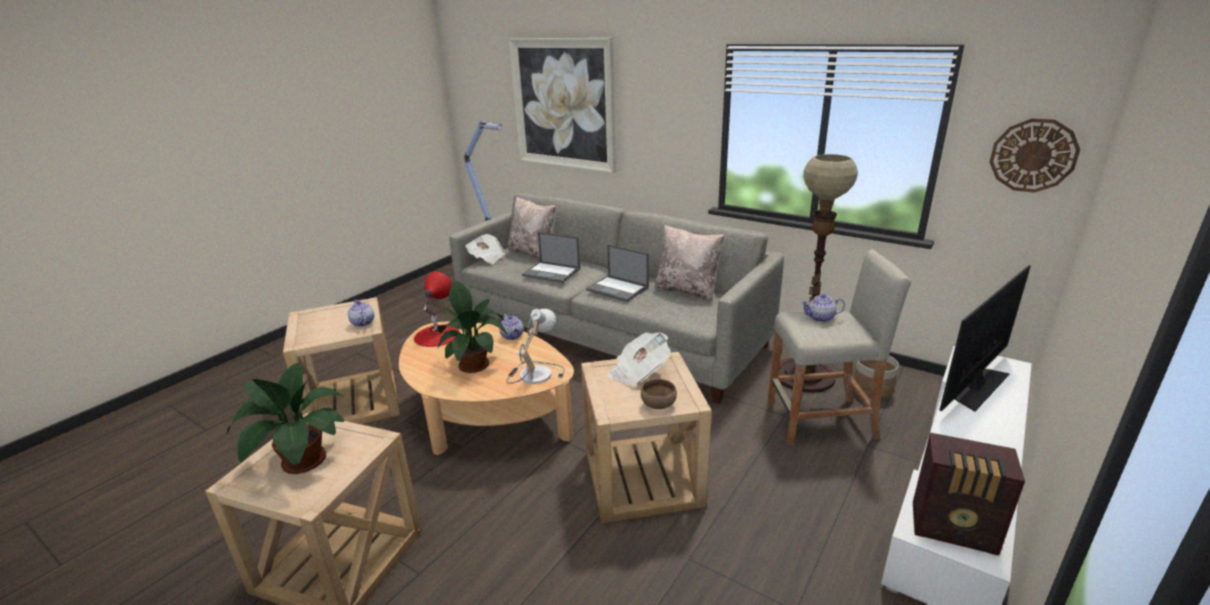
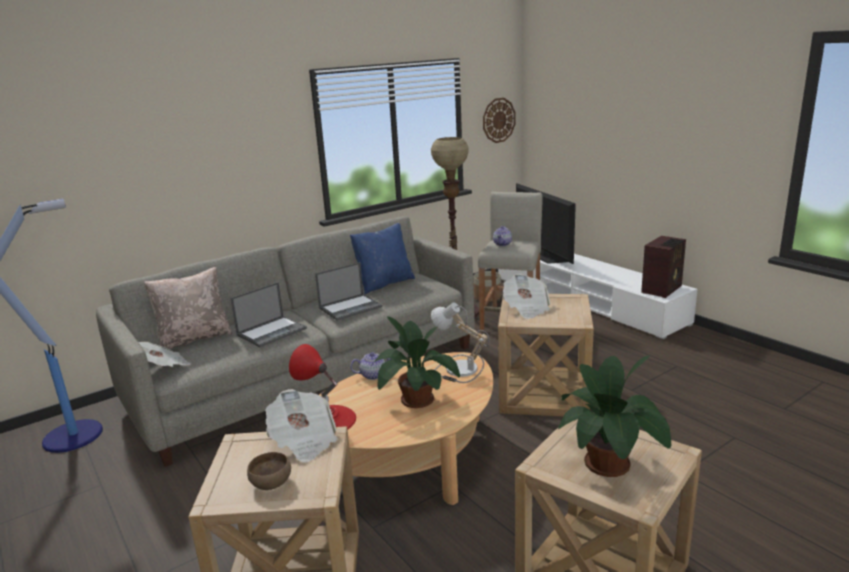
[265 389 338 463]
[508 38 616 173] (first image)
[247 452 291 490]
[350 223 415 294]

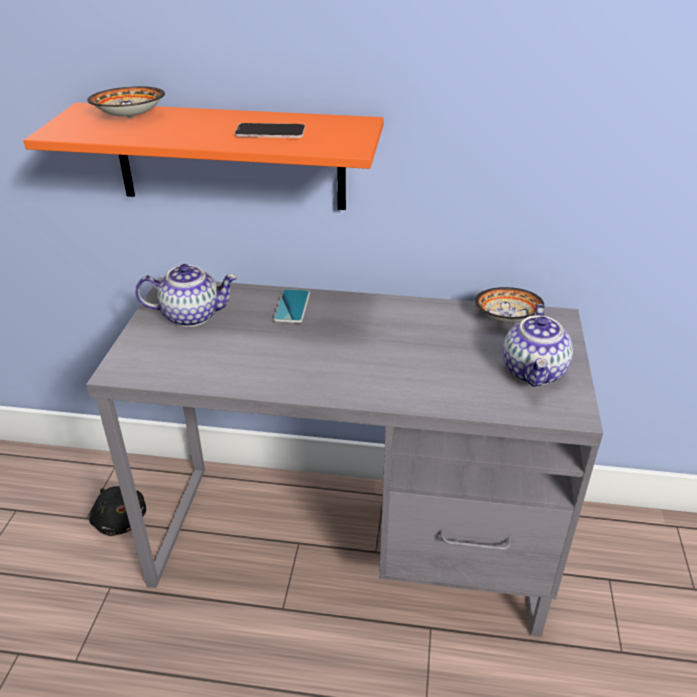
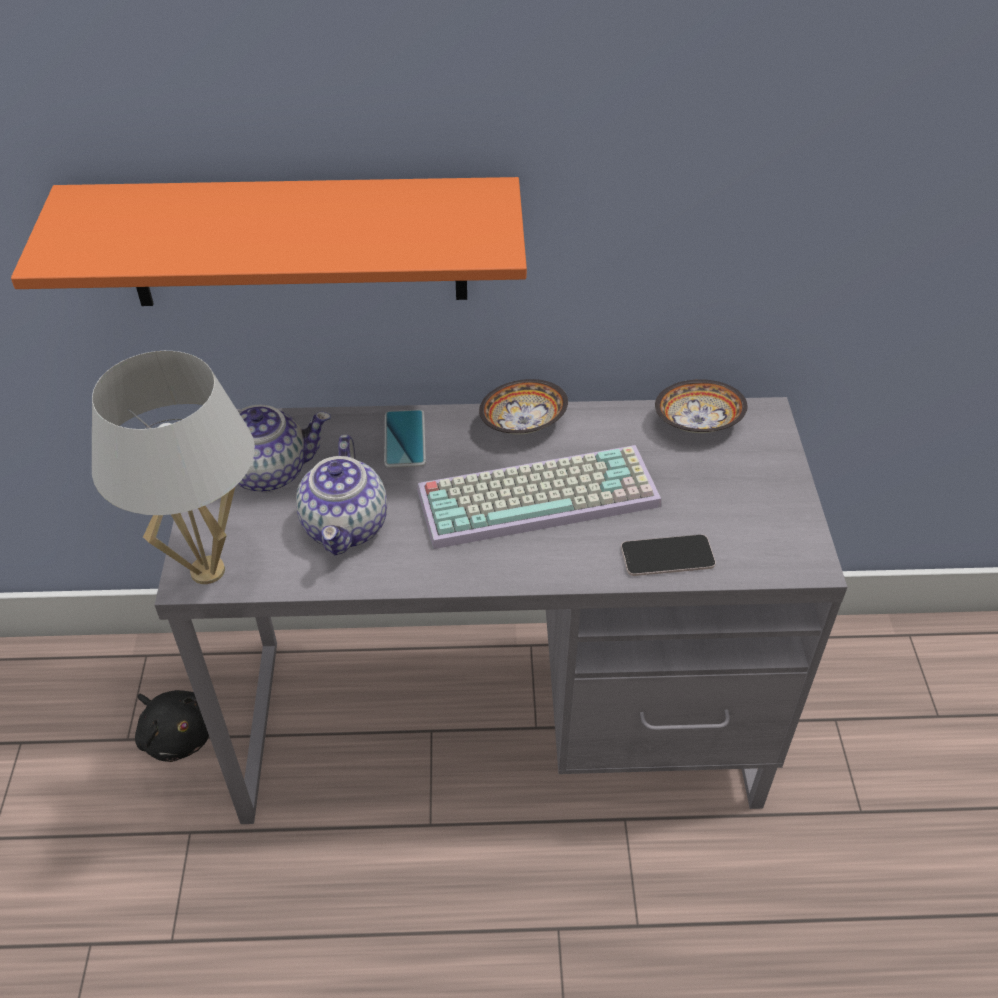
[479 379 568 435]
[621 534 716 576]
[296 435 387 555]
[92 351 255 584]
[417 445 662 549]

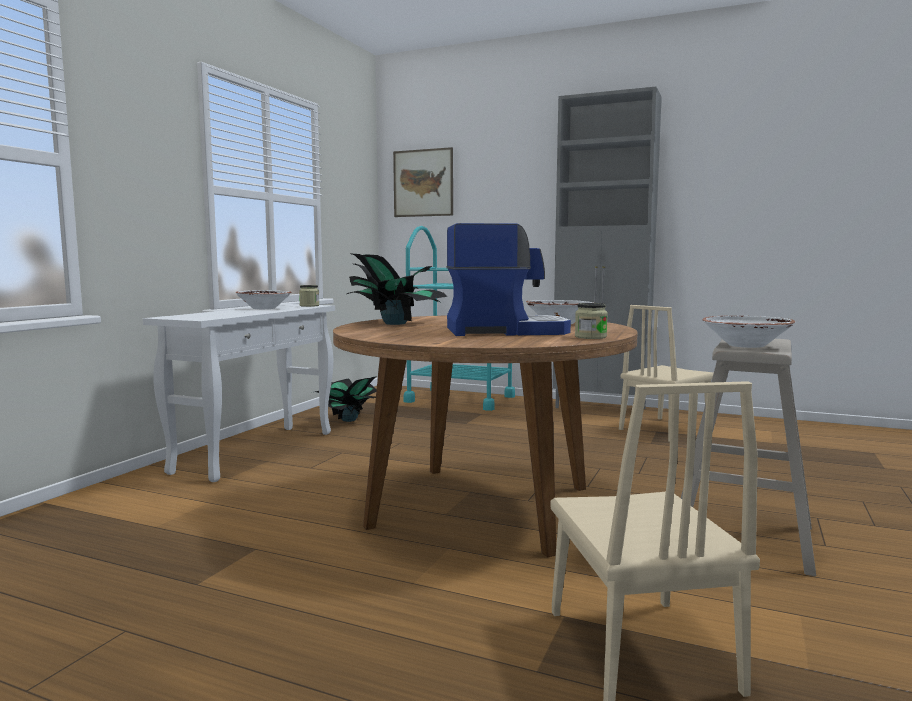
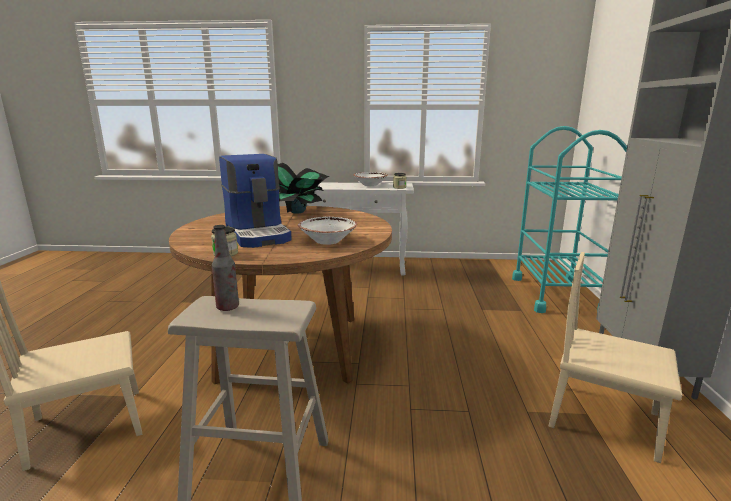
[311 376 377 422] (first image)
[393 147 453 217] (first image)
[212 225 239 311]

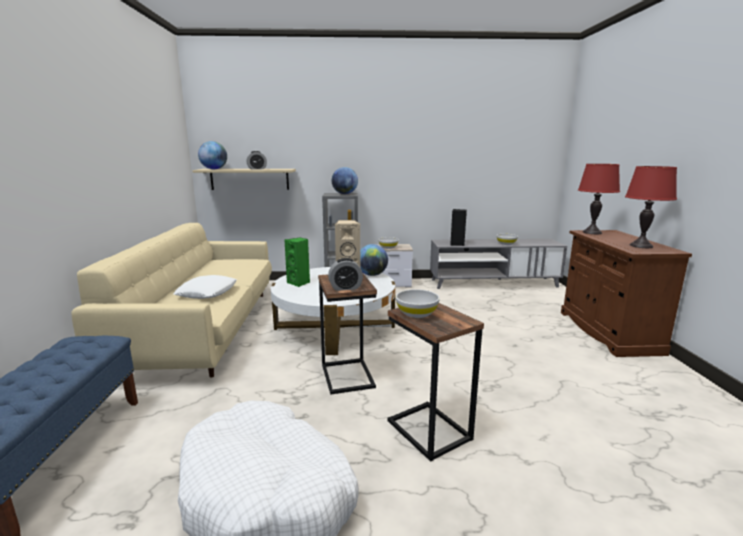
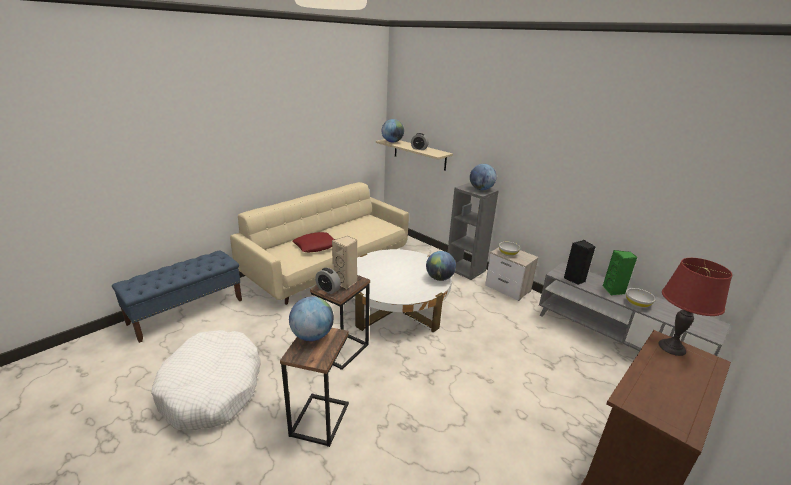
[292 232 335 252]
[603 250 637 295]
[289 296 334 341]
[625 166 677 248] (first image)

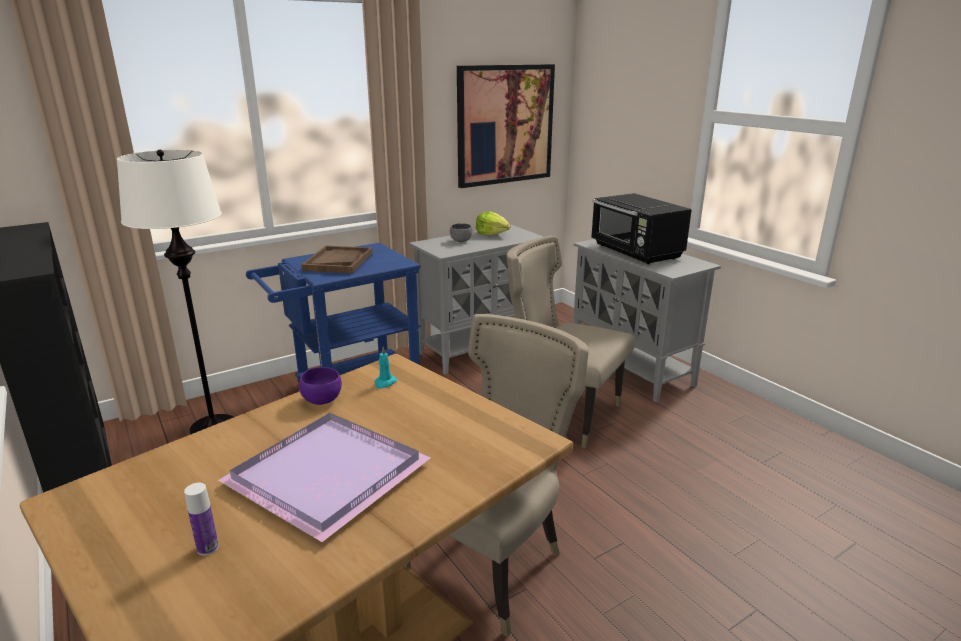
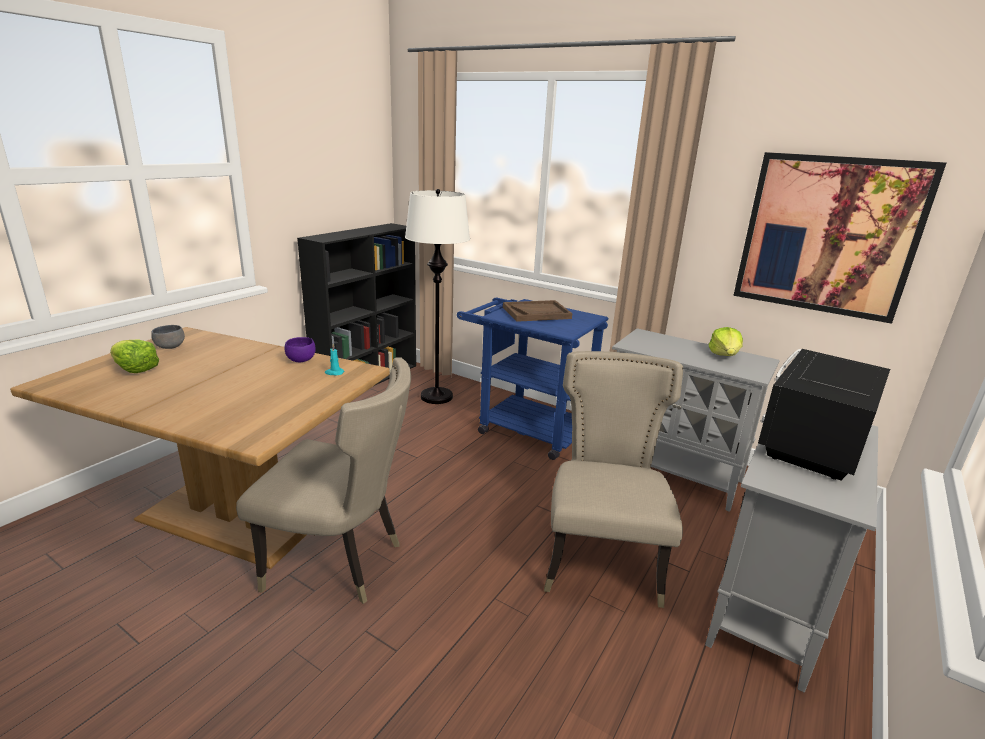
[110 339 159 373]
[218 413 431 542] (first image)
[151 325 185 349]

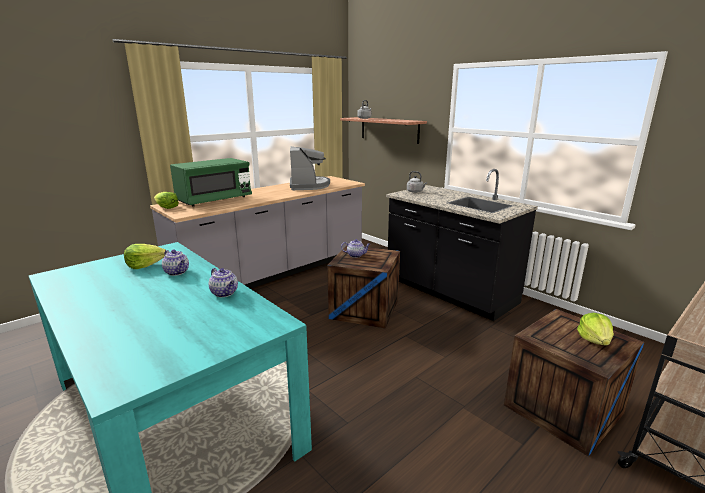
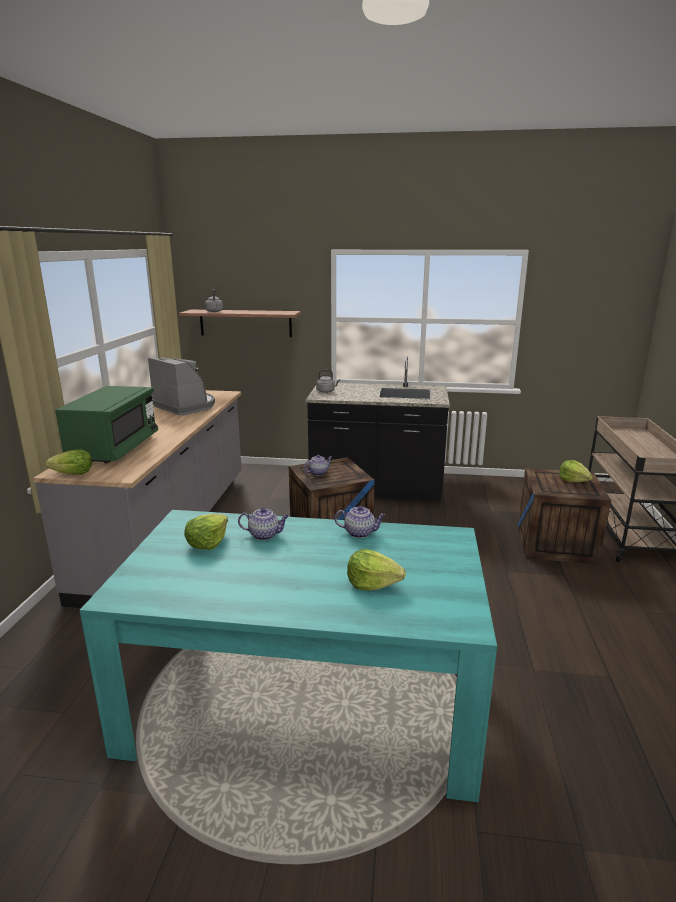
[347 549 406 591]

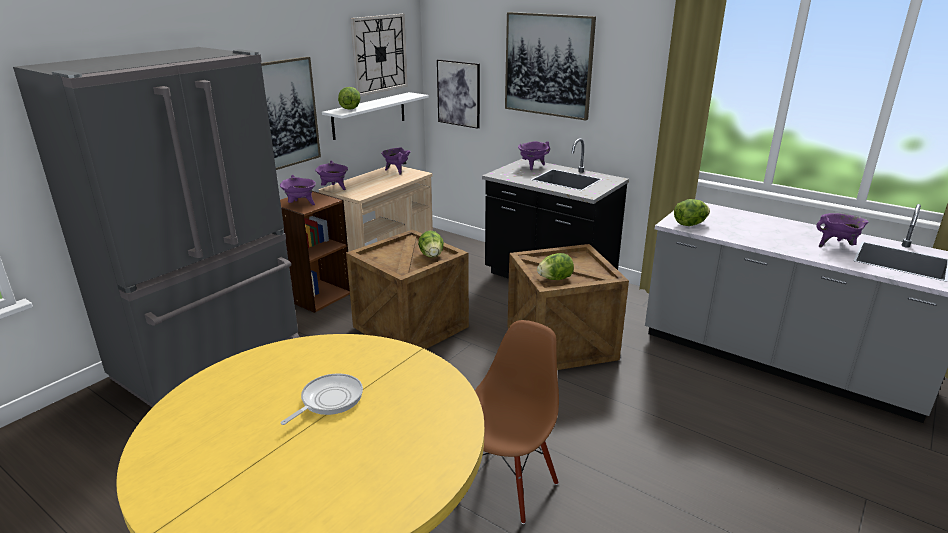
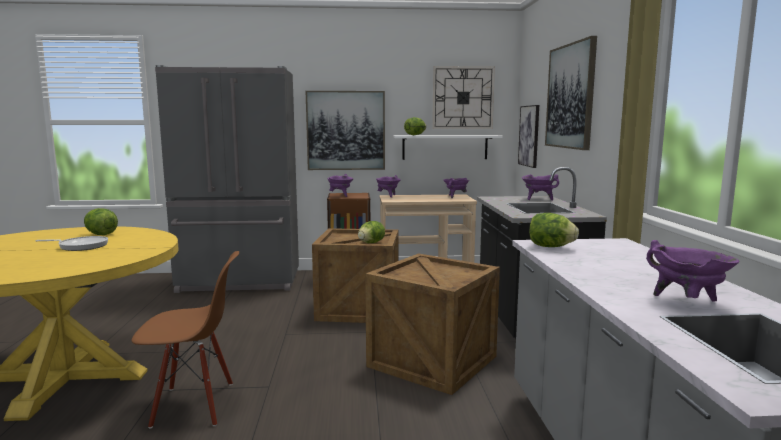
[84 208 118 235]

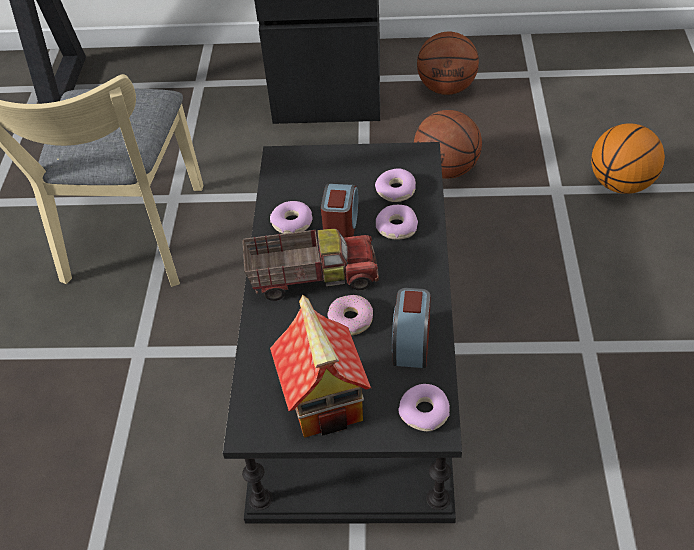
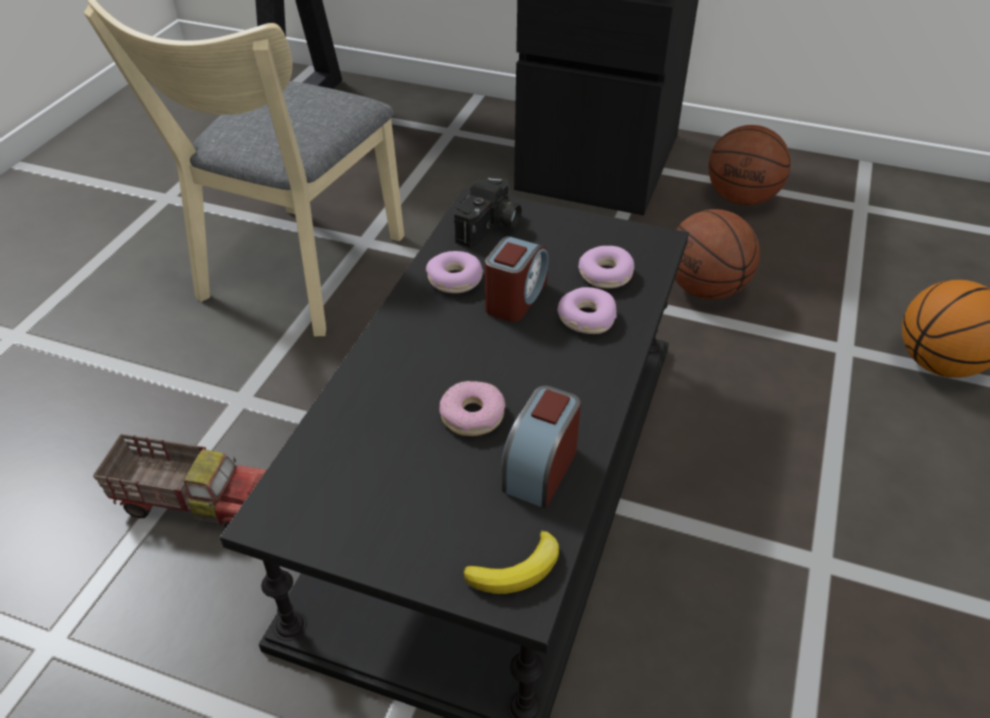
[93 434 266 529]
[270 295 371 438] (first image)
[463 531 559 594]
[454 176 522 248]

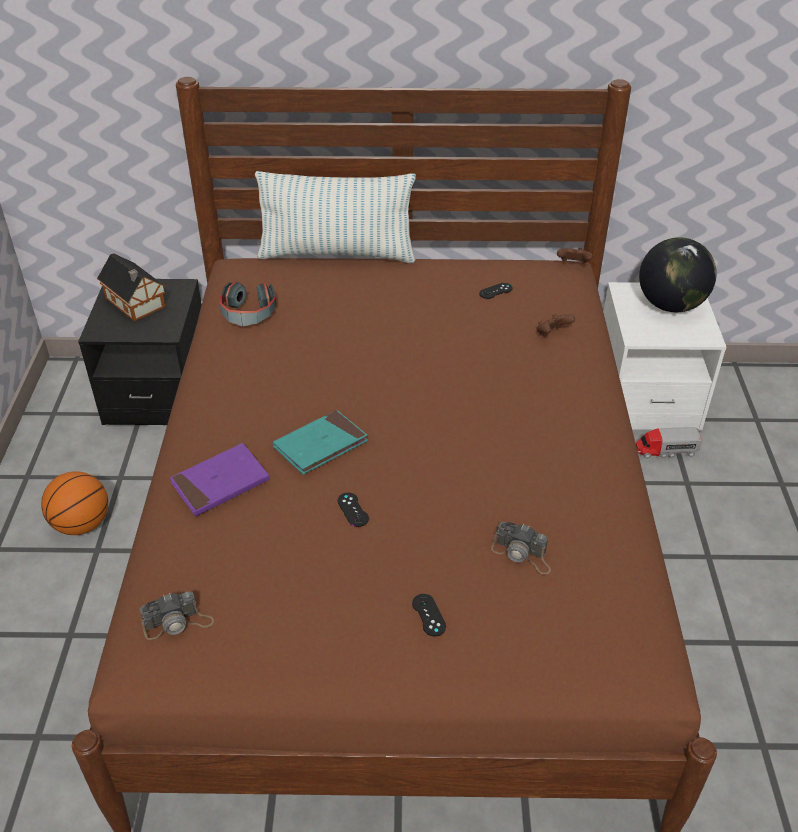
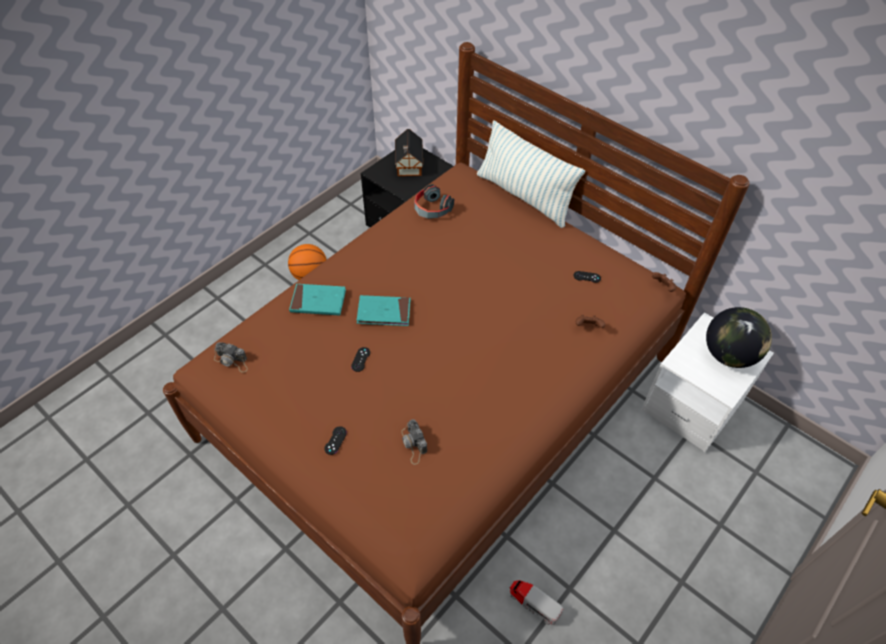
[289 284 346 316]
[510 580 564 625]

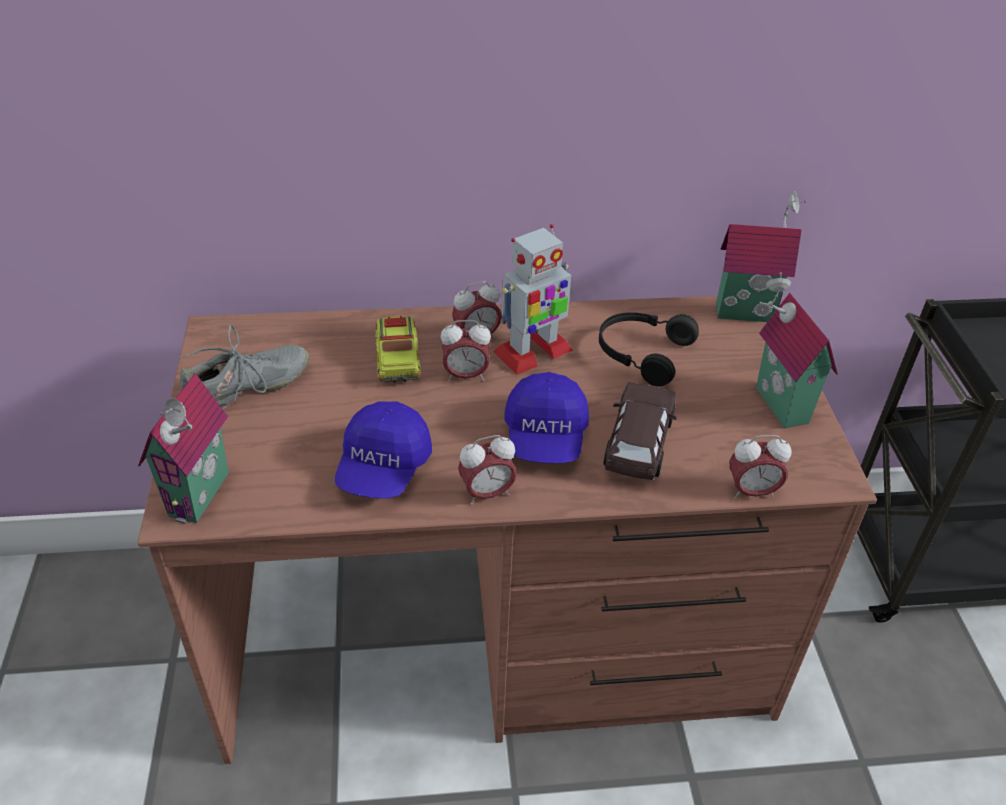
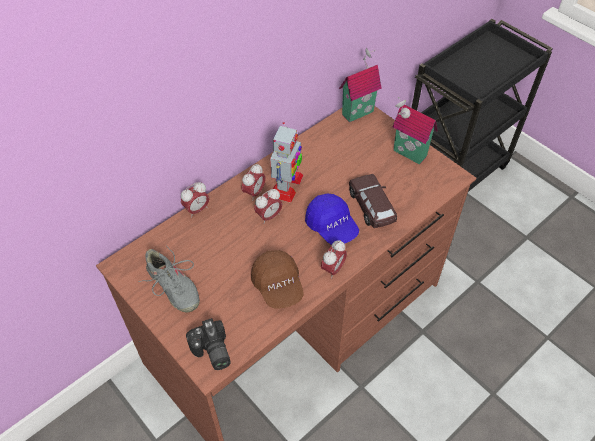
[186 318 231 370]
[139 245 200 313]
[251 250 304 309]
[375 316 421 383] (first image)
[599 312 699 386] (first image)
[181 182 209 217]

